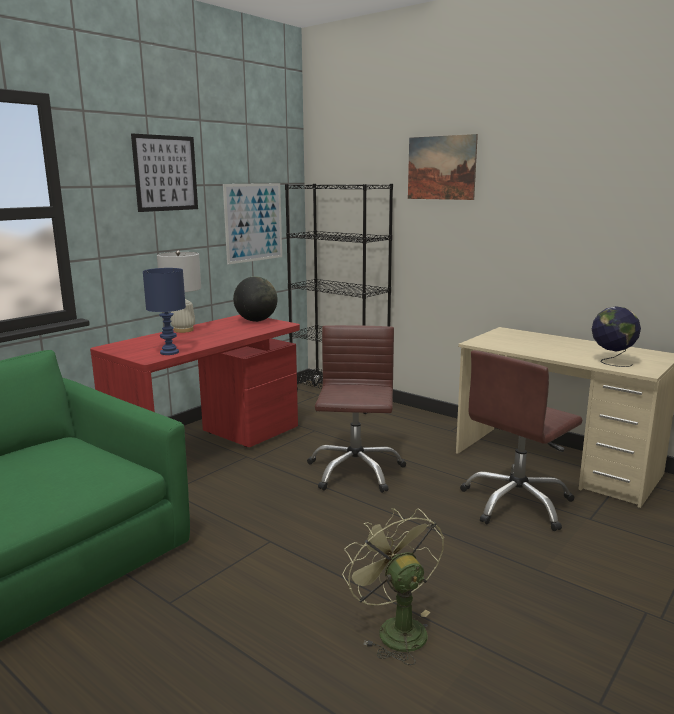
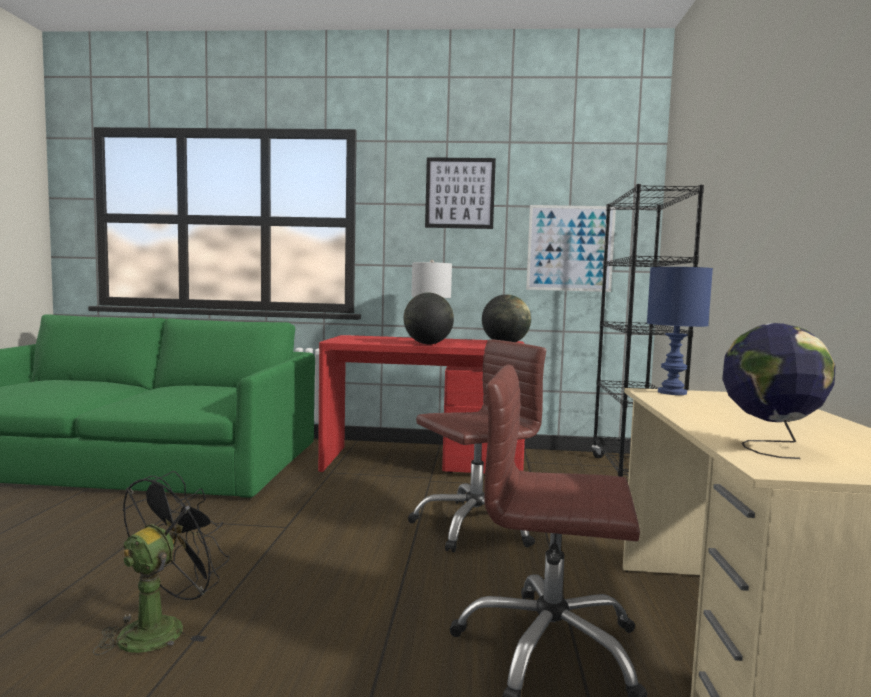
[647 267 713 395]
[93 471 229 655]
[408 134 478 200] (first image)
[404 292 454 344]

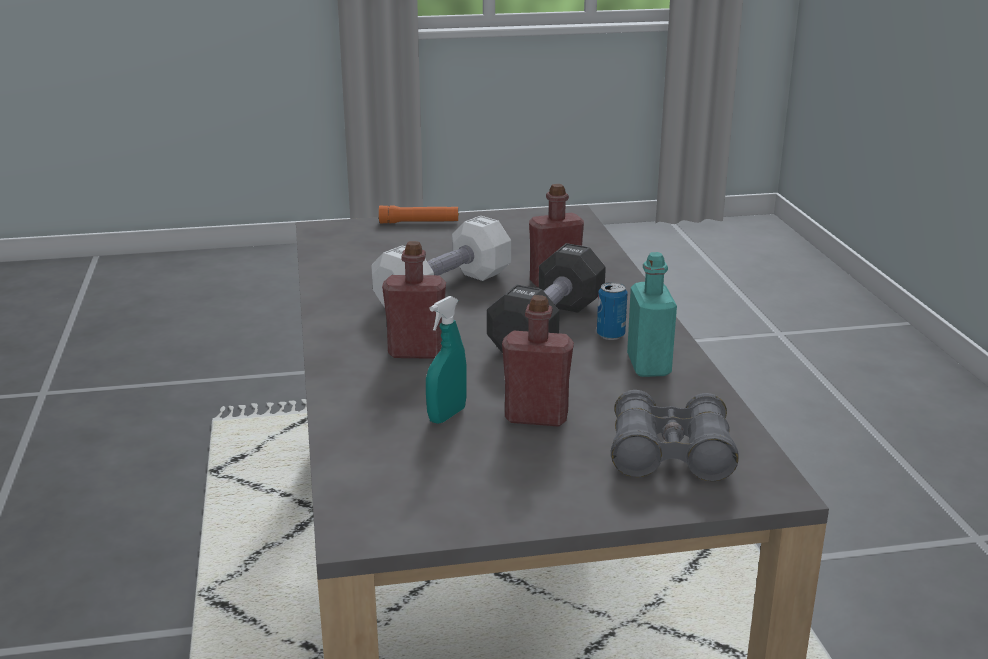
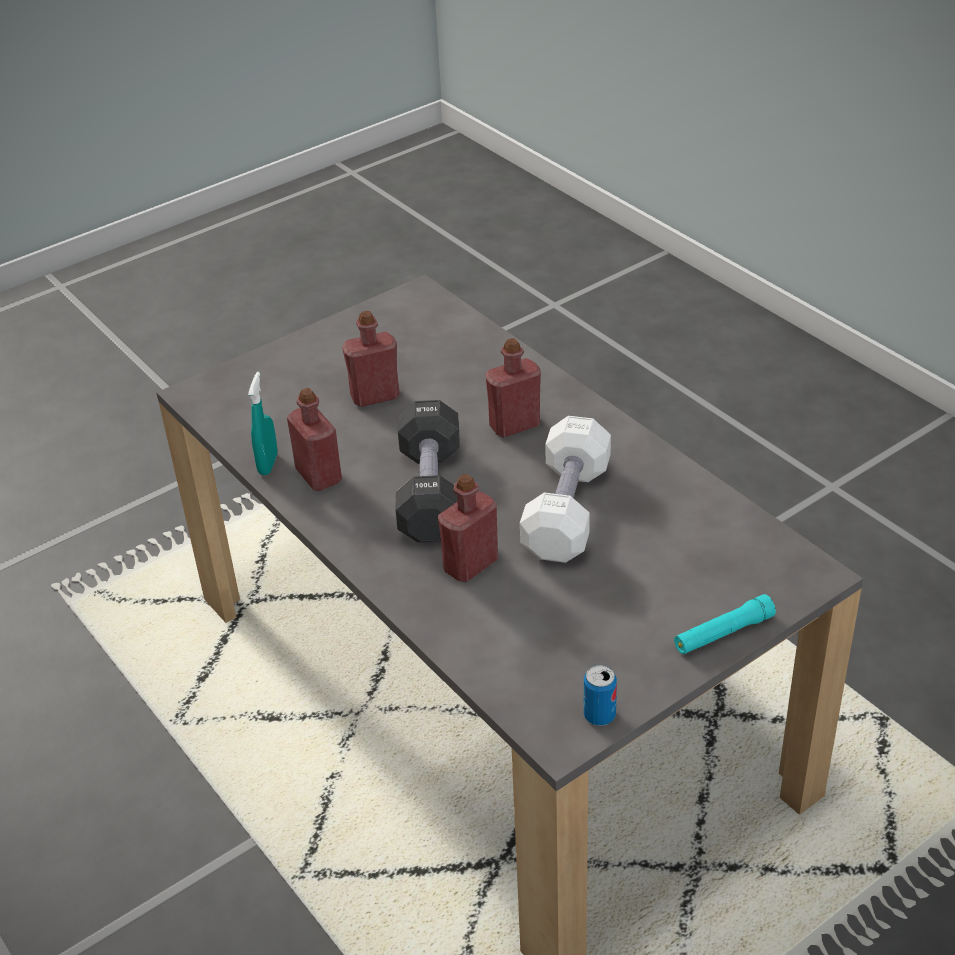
[674 594 776 654]
[248 372 278 475]
[584 665 617 726]
[611 390 739 481] (first image)
[287 388 342 491]

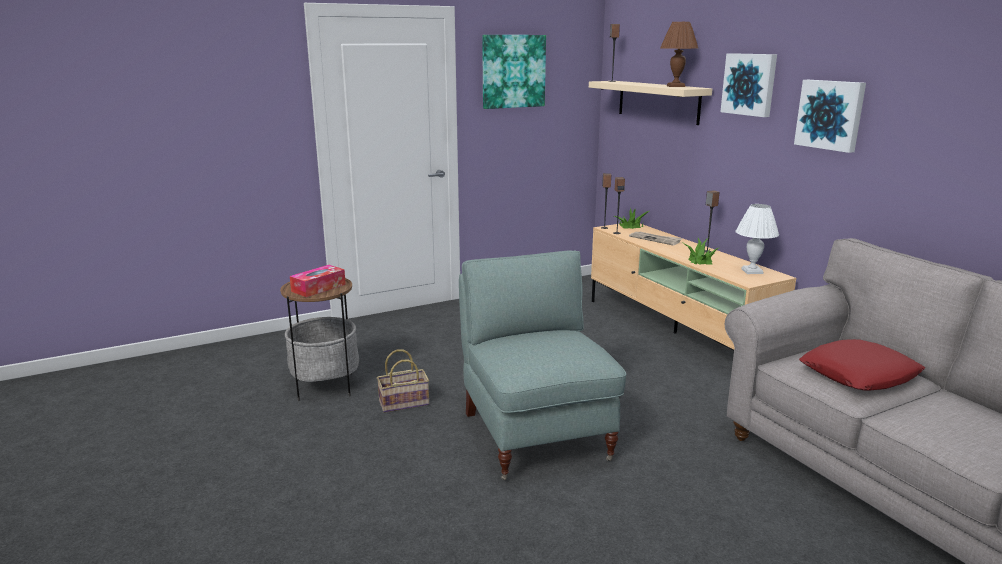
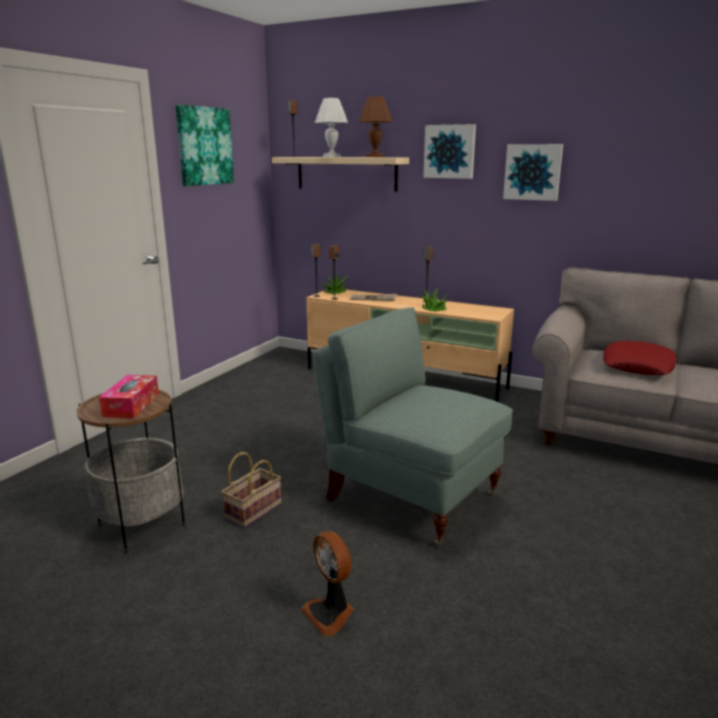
[315 98 348 157]
[301 531 354 636]

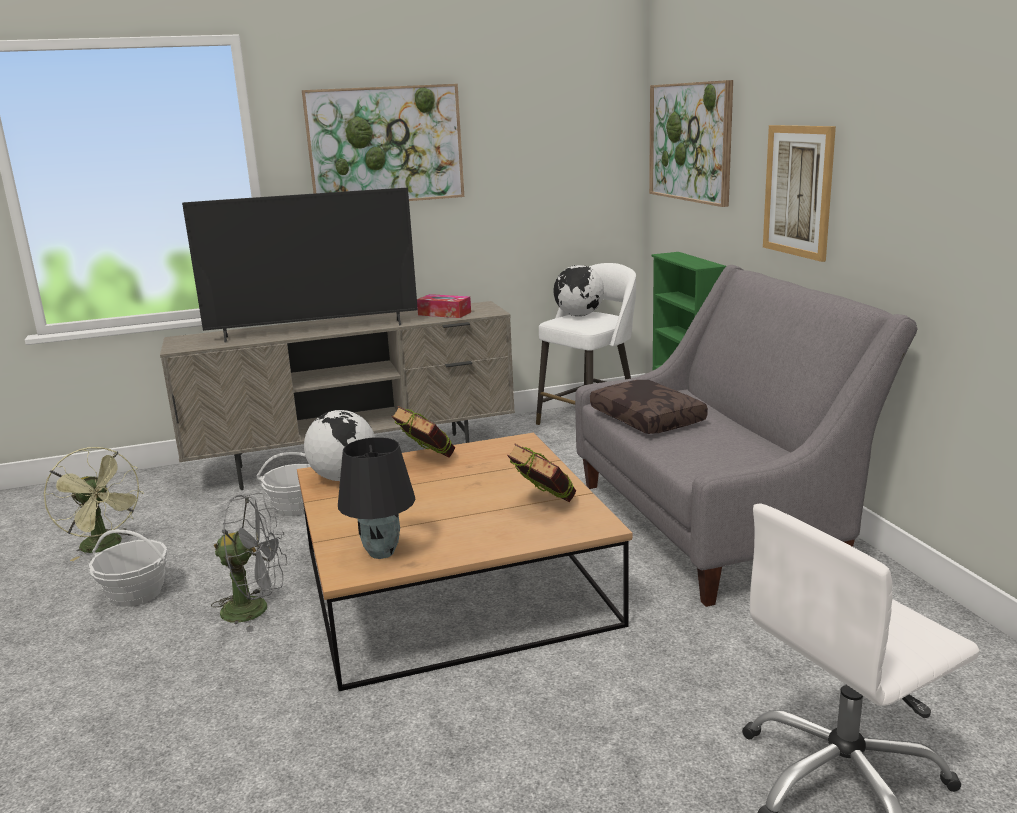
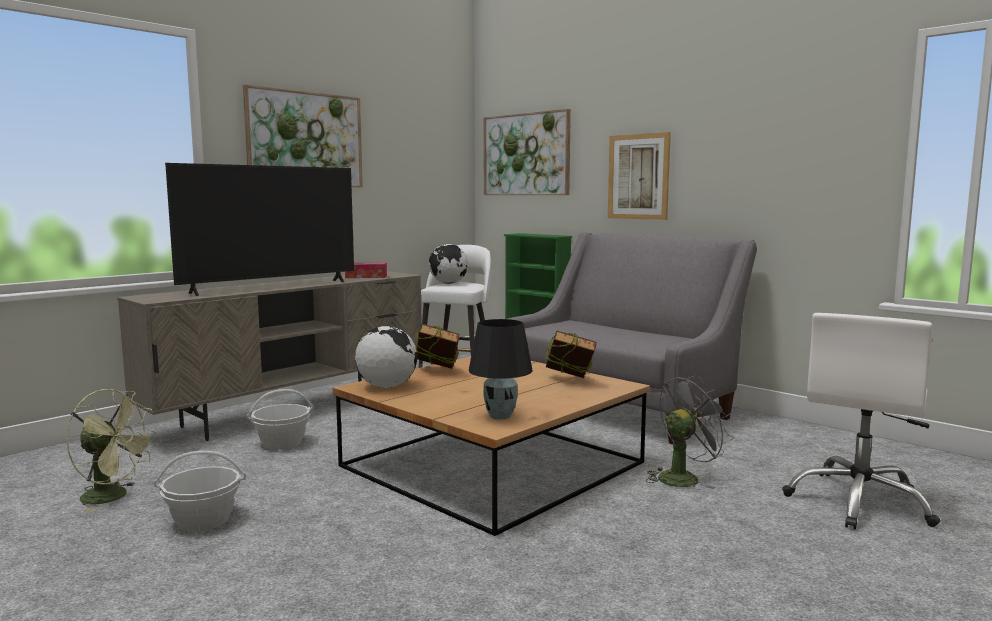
[646 375 734 489]
[590 380 708 434] (first image)

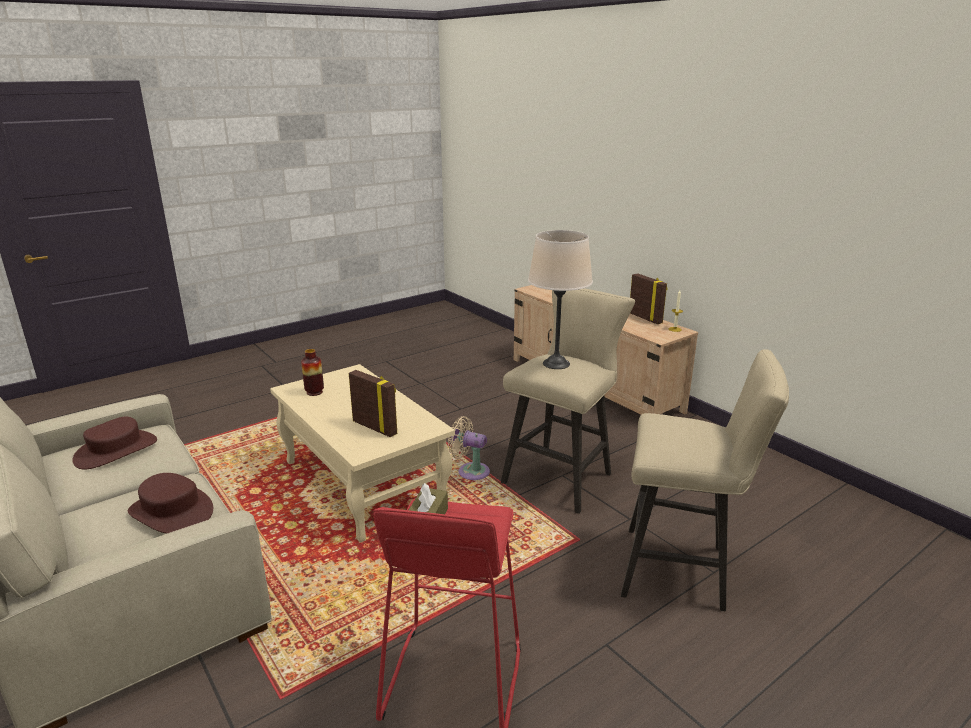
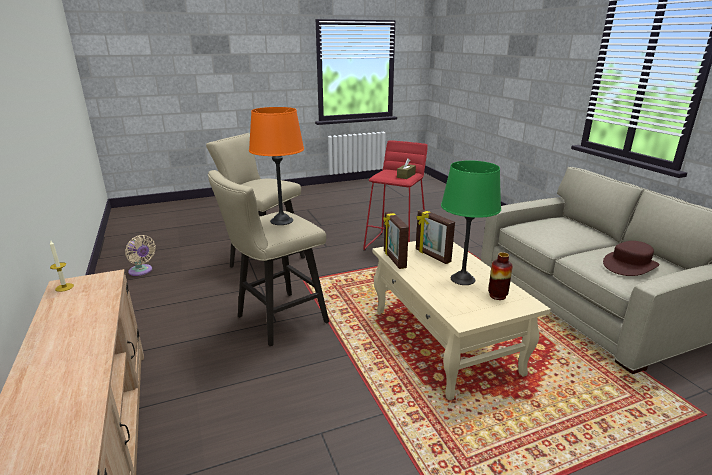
[128 473 213 534] (first image)
[125 235 156 276]
[249 107 304 225]
[383 212 409 269]
[441 161 501 285]

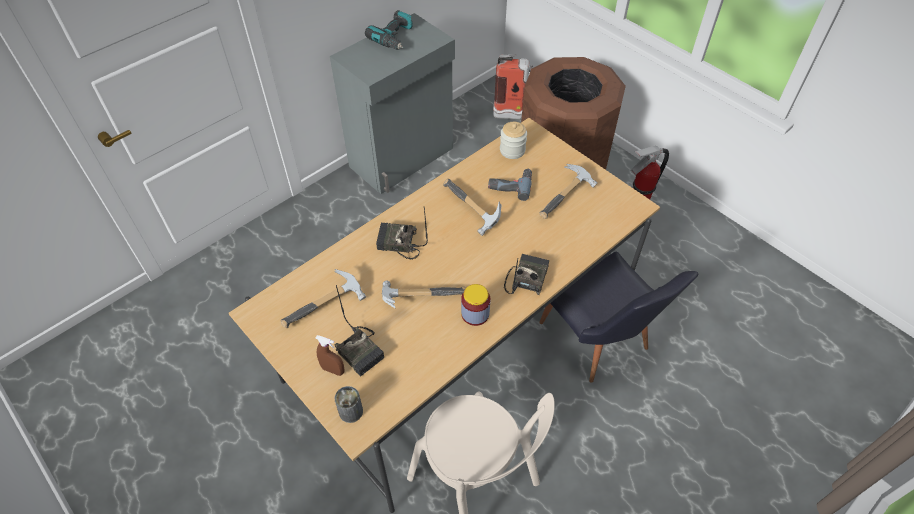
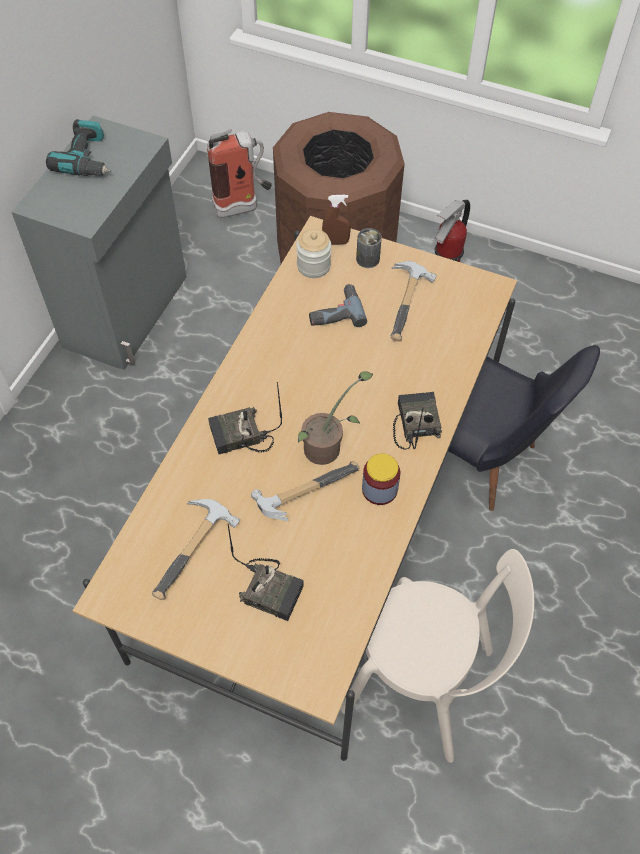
[322 195 351 245]
[356 228 382 268]
[443 179 501 236] (first image)
[298 371 373 465]

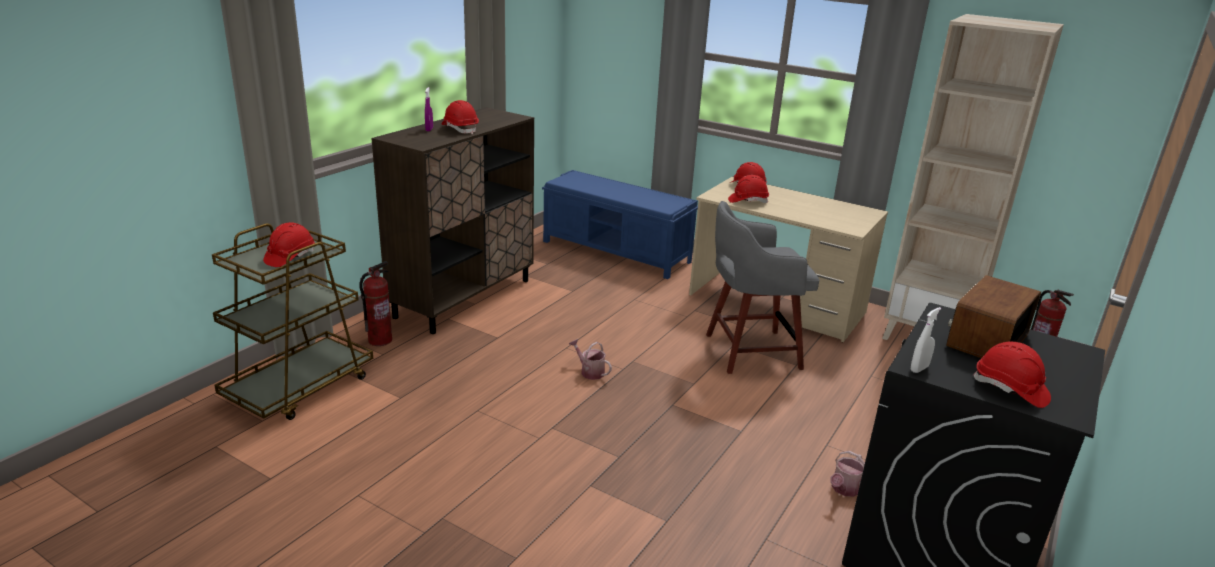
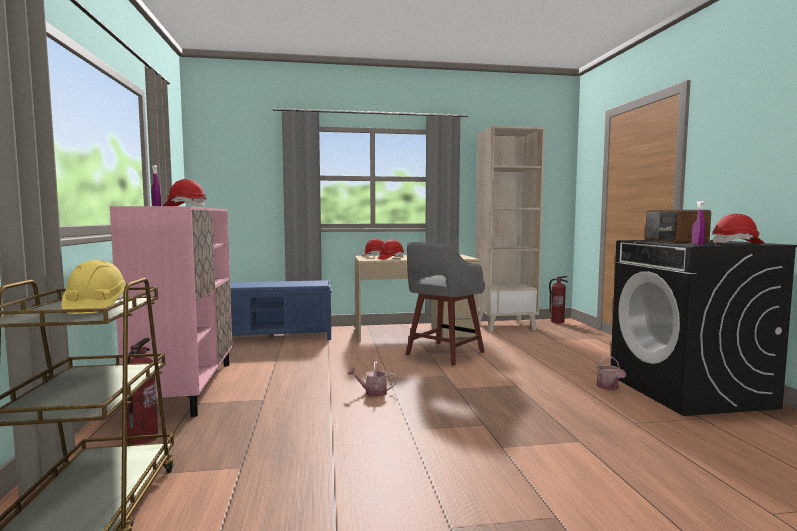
[62 260 126 314]
[110 206 232 417]
[692 201 705 245]

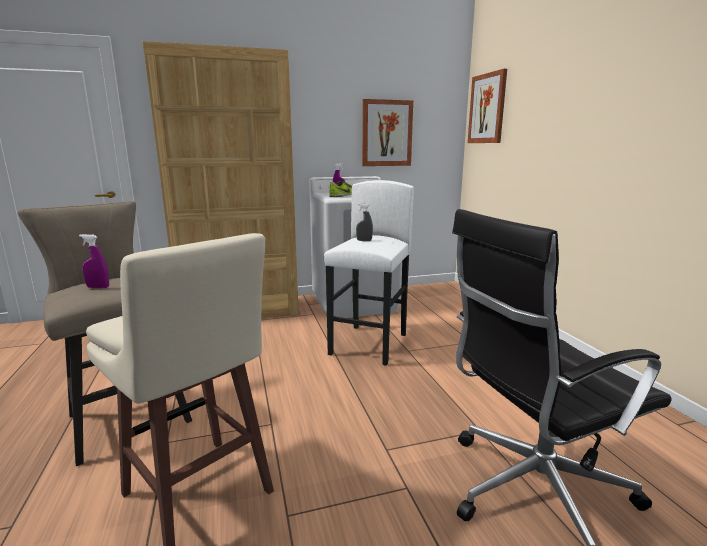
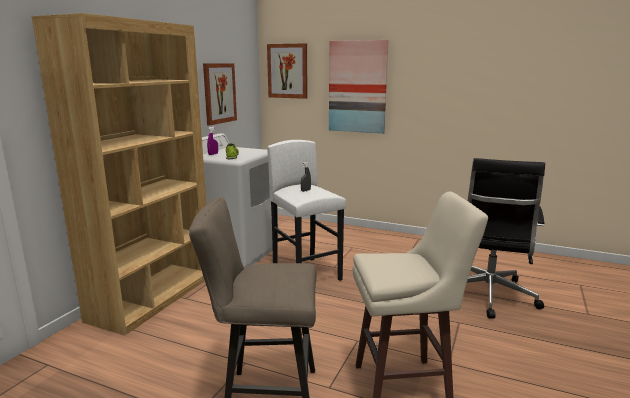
[79 234 109 288] (first image)
[329 40 388 134]

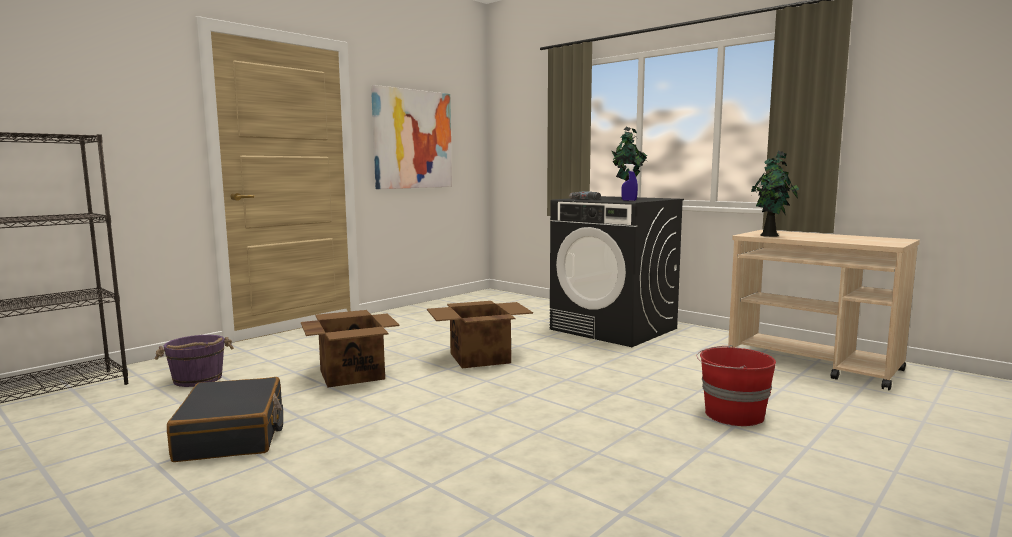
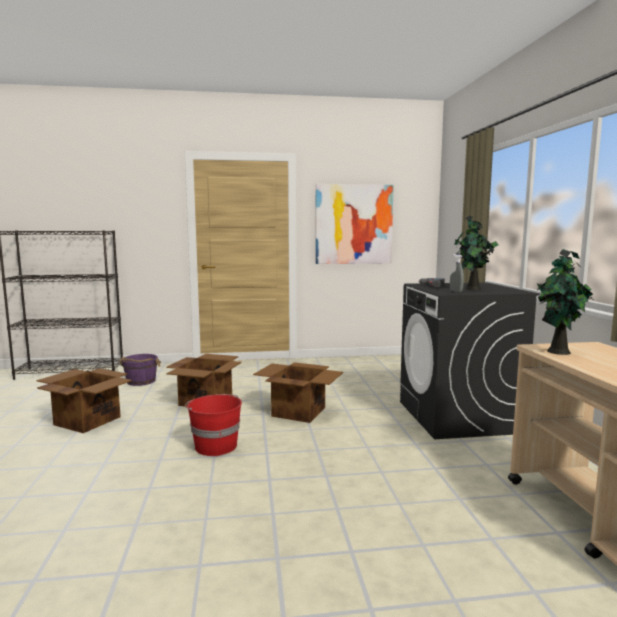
[37 368 132 433]
[450 254 464 292]
[185 394 242 456]

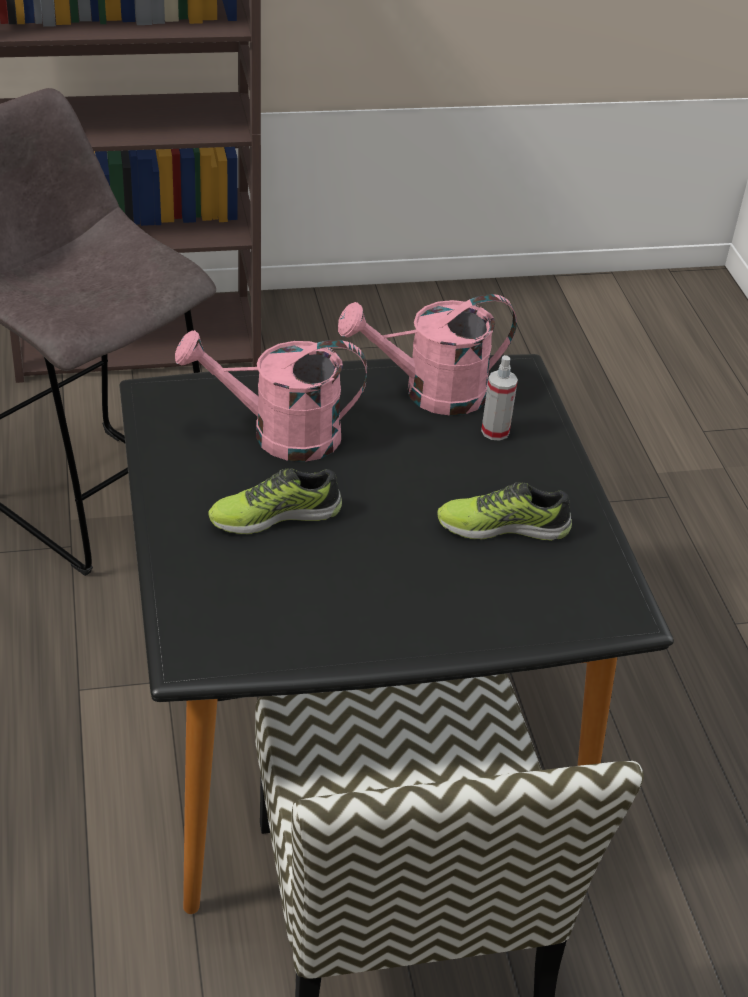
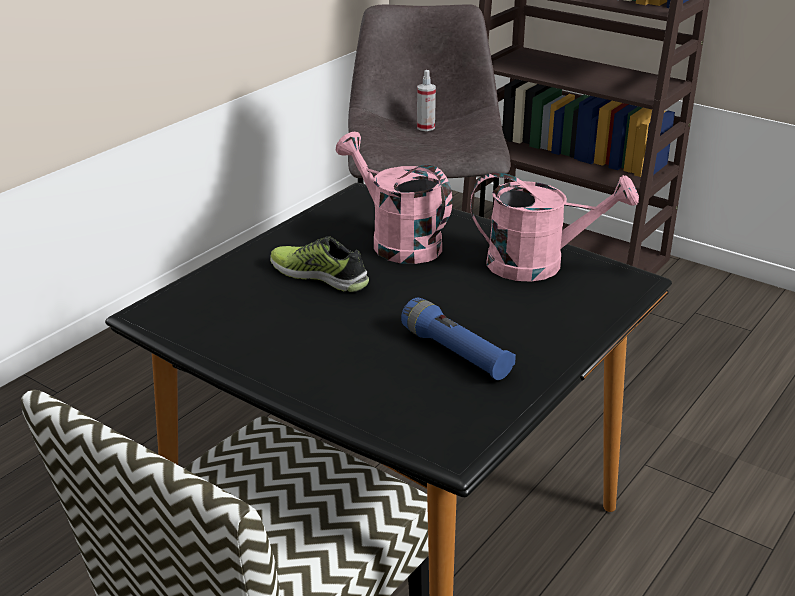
[470 172 639 282]
[401 298 516 380]
[417 70 436 131]

